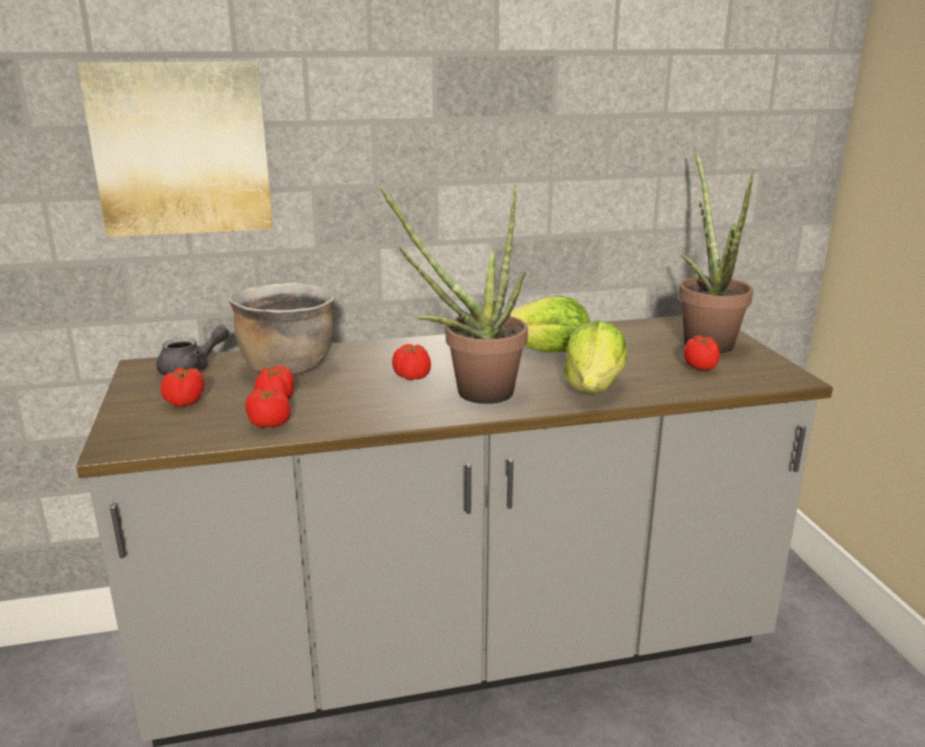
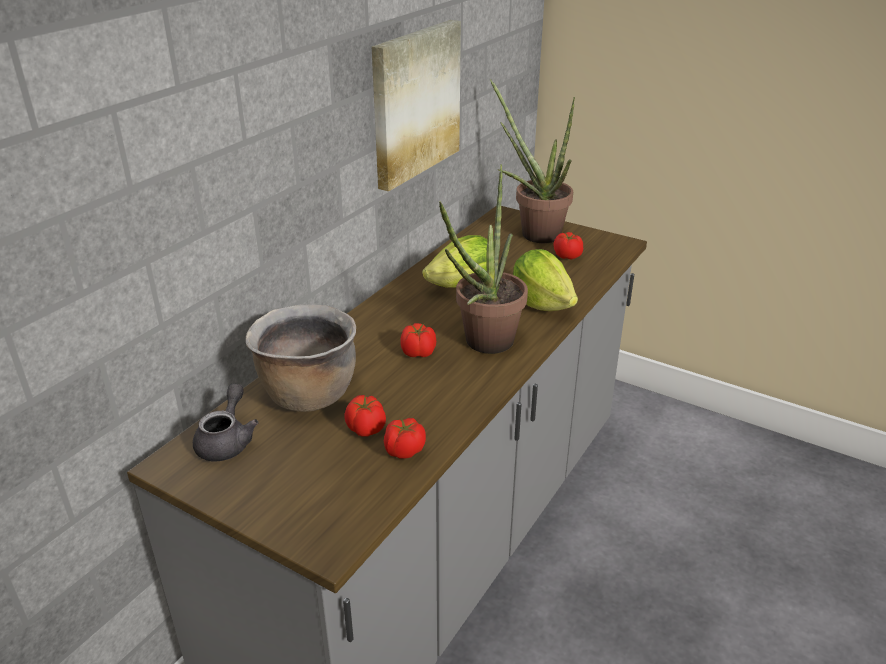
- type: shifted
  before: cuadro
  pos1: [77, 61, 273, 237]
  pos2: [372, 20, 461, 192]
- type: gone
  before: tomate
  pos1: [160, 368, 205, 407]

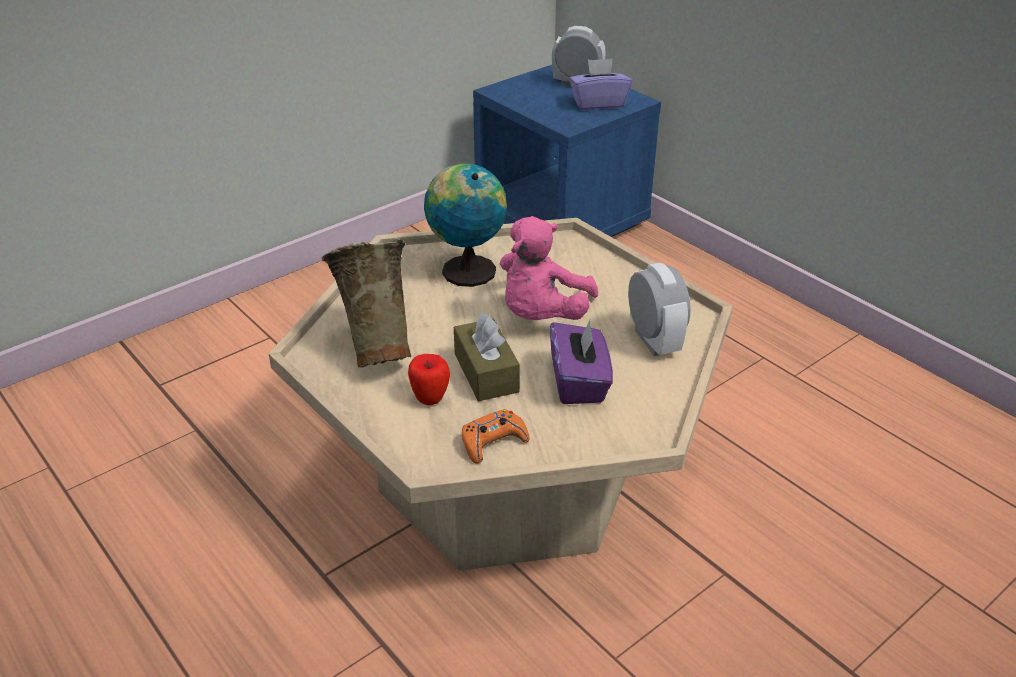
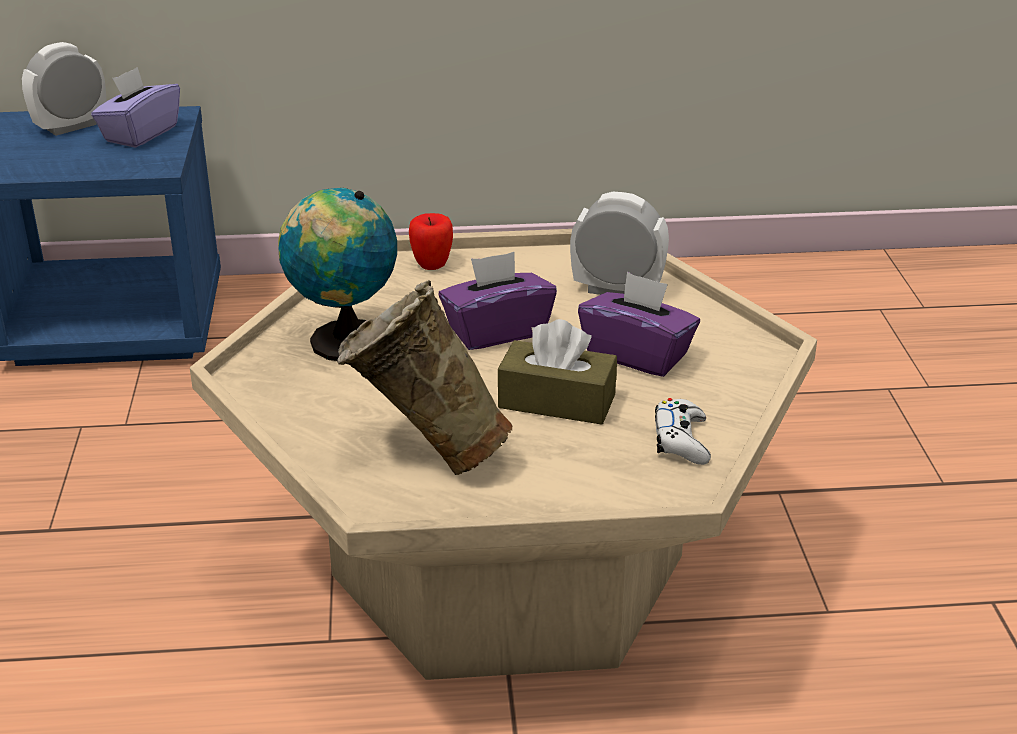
- type: shifted
  before: manzana
  pos1: [408, 354, 450, 405]
  pos2: [409, 213, 453, 270]
- type: repainted
  before: mando de consola [naranja]
  after: mando de consola [blanco]
  pos1: [462, 409, 530, 464]
  pos2: [655, 398, 711, 465]
- type: swapped
  before: peluche [rosa]
  after: caja de pañuelos [morado]
  pos1: [500, 216, 598, 320]
  pos2: [438, 252, 557, 350]

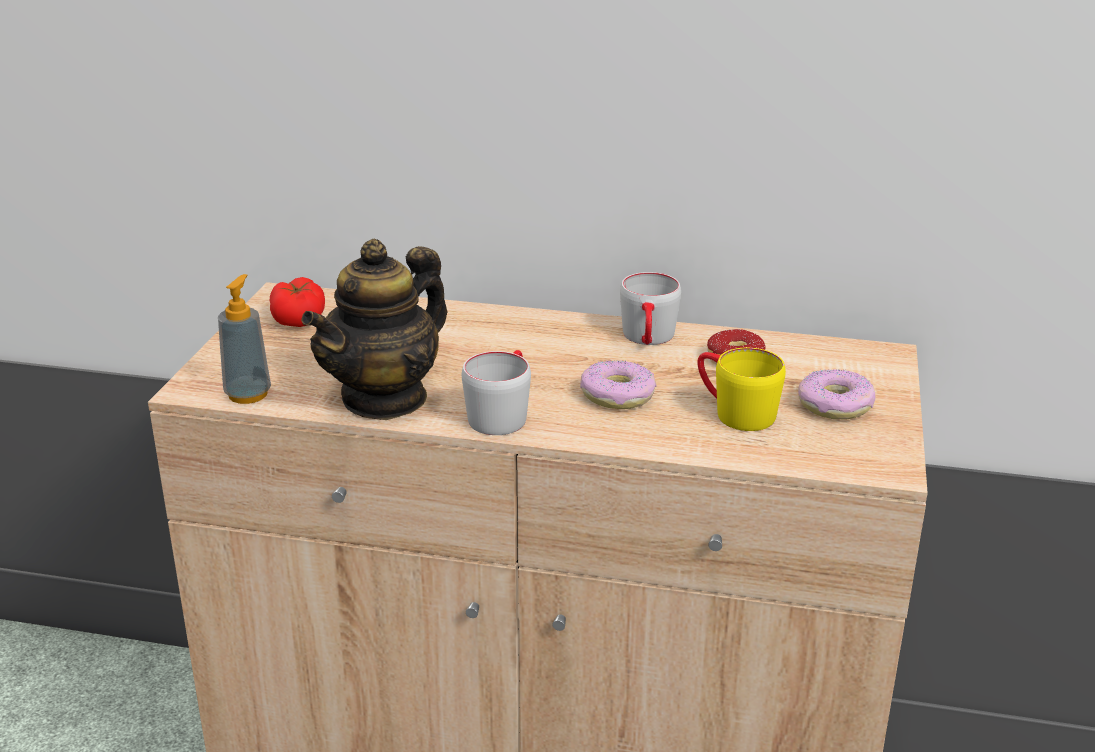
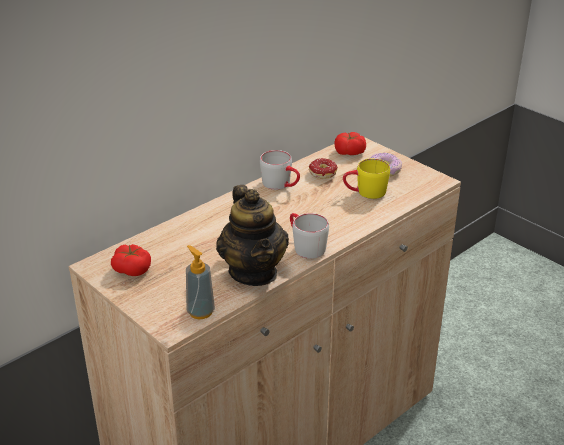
- type: gone
  before: rosquilla
  pos1: [580, 360, 656, 409]
- type: new
  after: tomate
  pos2: [334, 132, 366, 155]

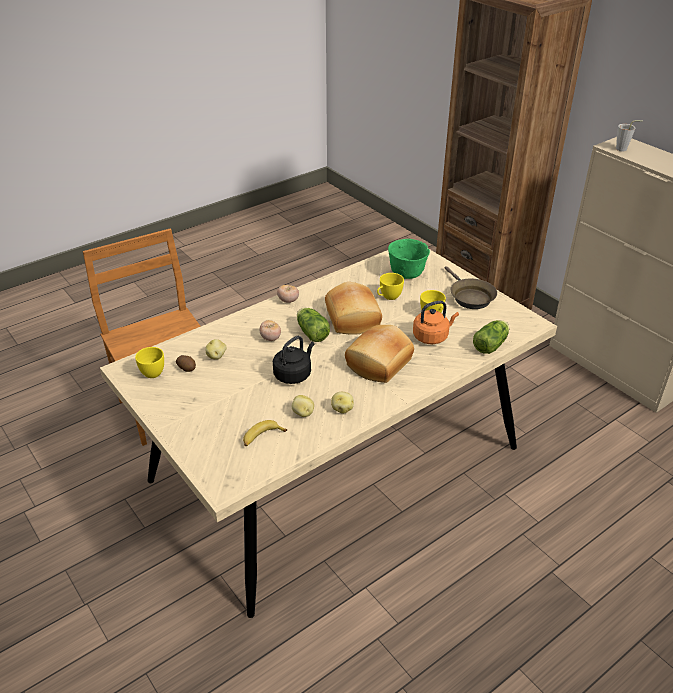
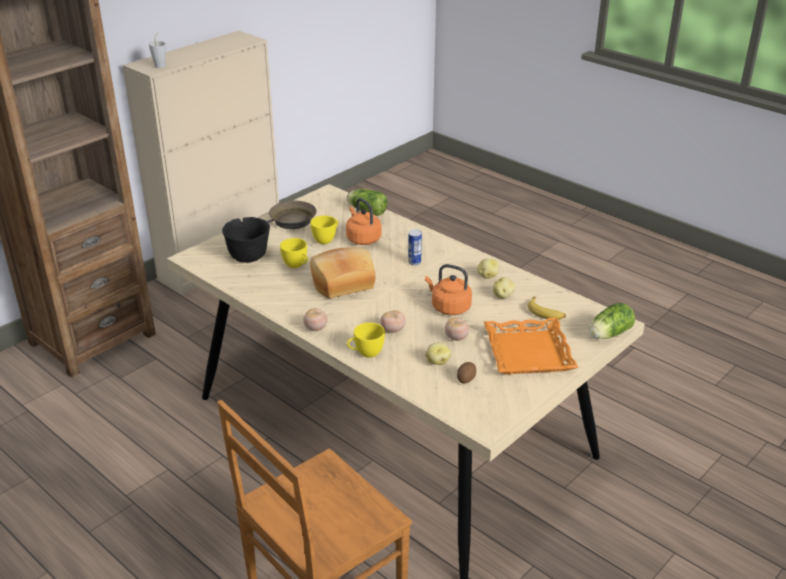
- type: shifted
  before: taza [amarillo]
  pos1: [135, 347, 164, 378]
  pos2: [347, 322, 385, 358]
- type: repainted
  before: hervidor [negro]
  after: hervidor [naranja]
  pos1: [273, 336, 315, 384]
  pos2: [425, 264, 472, 315]
- type: shifted
  before: lechuga
  pos1: [297, 307, 330, 342]
  pos2: [589, 303, 635, 339]
- type: swapped
  before: pan
  after: lata
  pos1: [345, 325, 414, 383]
  pos2: [408, 229, 422, 266]
- type: repainted
  before: cuenco [verde]
  after: cuenco [negro]
  pos1: [388, 239, 430, 279]
  pos2: [222, 217, 270, 263]
- type: new
  after: tomate
  pos2: [445, 317, 469, 341]
- type: new
  after: bandeja [naranja]
  pos2: [484, 318, 578, 374]

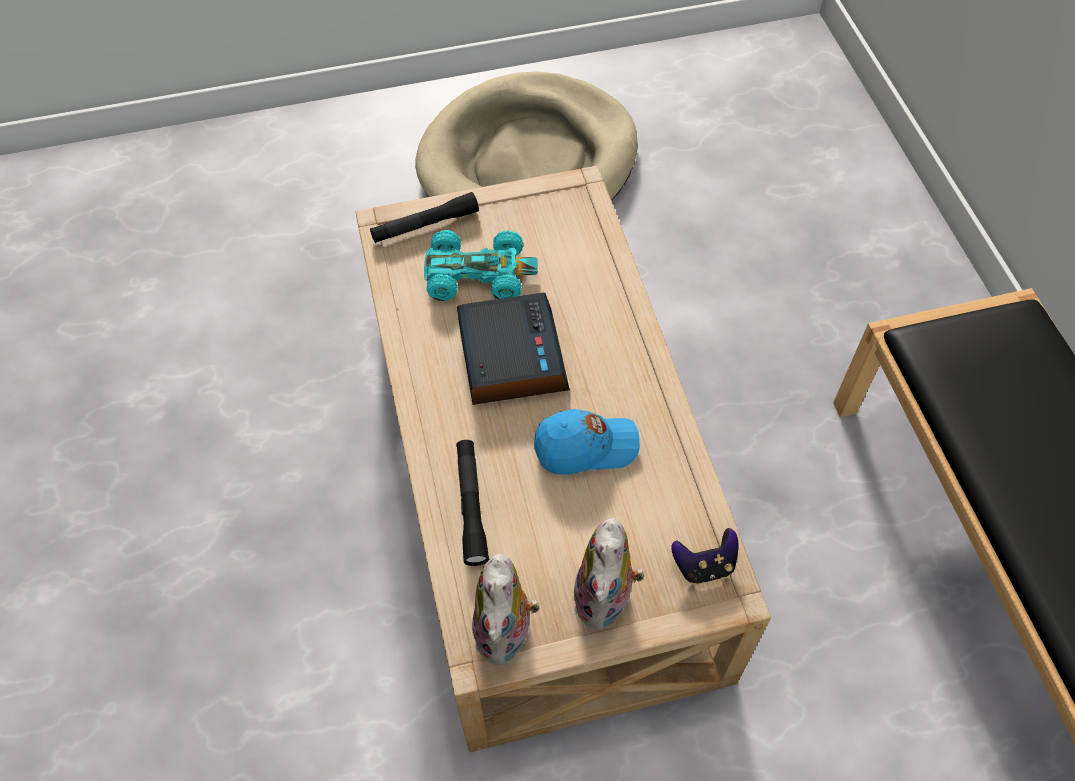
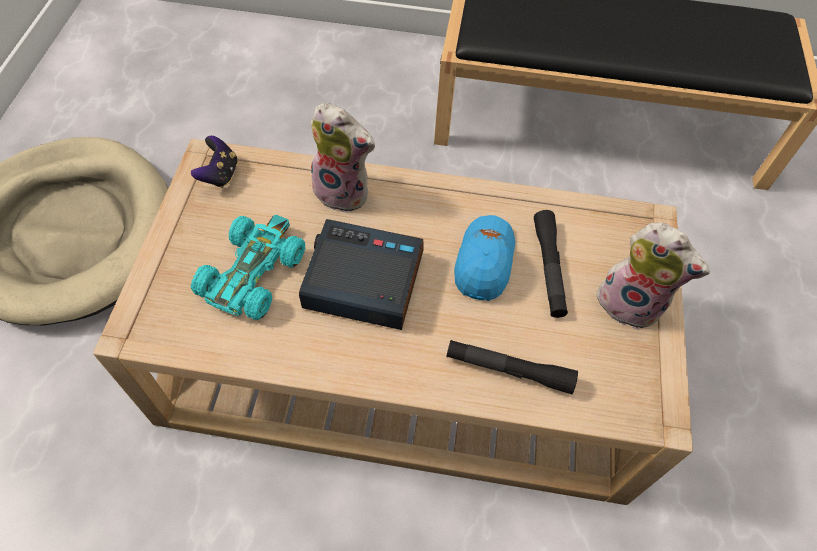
- type: shifted
  before: linterna [negro]
  pos1: [370, 192, 479, 243]
  pos2: [534, 210, 568, 318]
- type: shifted
  before: peluche
  pos1: [472, 553, 540, 665]
  pos2: [311, 103, 375, 213]
- type: shifted
  before: mando de consola
  pos1: [671, 528, 738, 585]
  pos2: [191, 136, 238, 188]

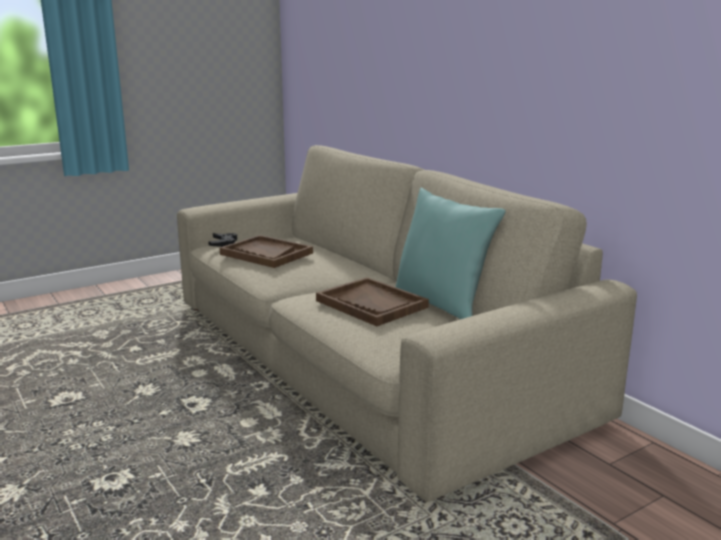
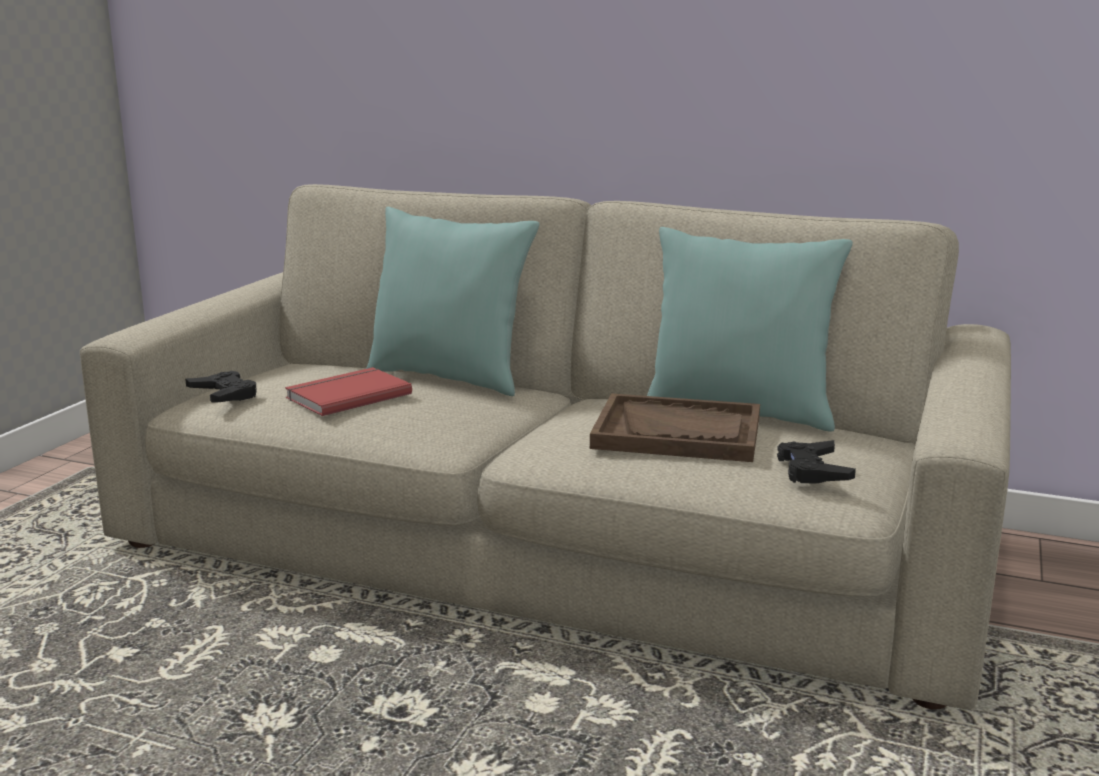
- type: swapped
  before: bandeja [marrón]
  after: libro [rojo]
  pos1: [220, 235, 313, 268]
  pos2: [285, 367, 412, 416]
- type: new
  after: cojín [turquesa]
  pos2: [366, 207, 540, 396]
- type: new
  after: mando de consola [negro]
  pos2: [777, 440, 856, 483]

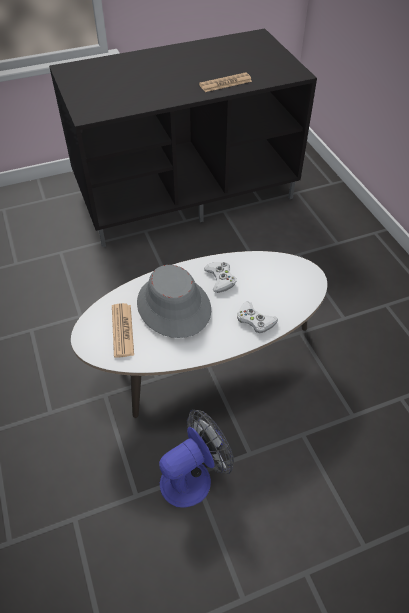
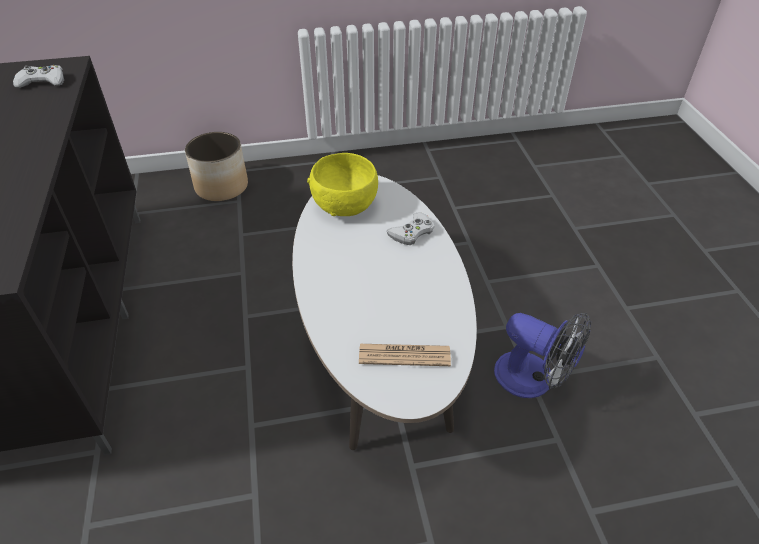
- type: gone
  before: sombrero [gris]
  pos1: [137, 265, 211, 338]
- type: rotated
  before: ventilador
  pos1: [159, 409, 234, 508]
  pos2: [494, 313, 591, 398]
  turn: 150
- type: gone
  before: periódico
  pos1: [199, 72, 252, 92]
- type: shifted
  before: mando de consola [blanco]
  pos1: [204, 262, 236, 293]
  pos2: [13, 65, 64, 88]
- type: new
  after: maceta
  pos2: [185, 132, 248, 201]
- type: new
  after: cuenco [amarillo]
  pos2: [307, 153, 378, 216]

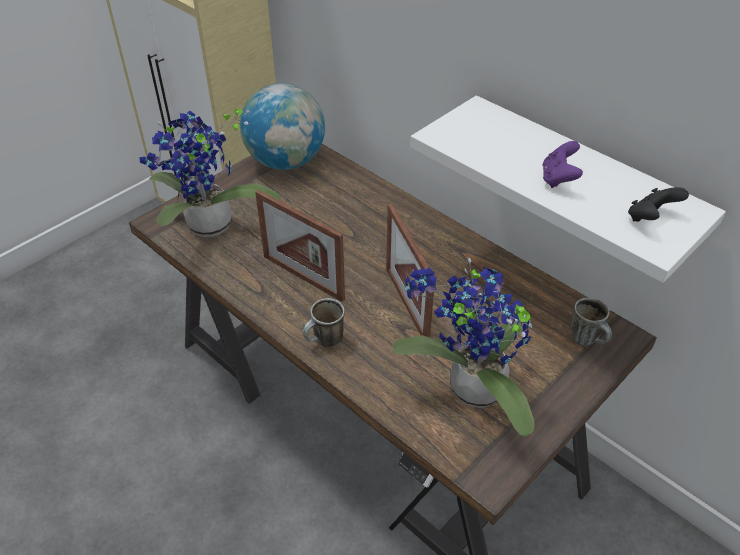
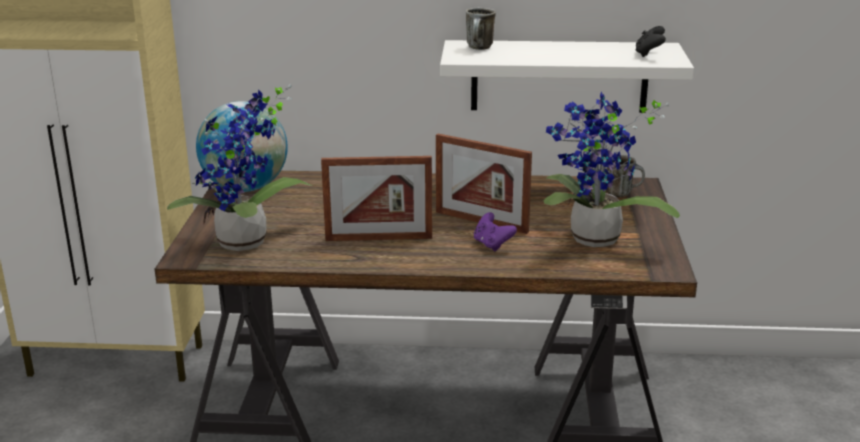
- type: shifted
  before: taza grande
  pos1: [303, 298, 345, 347]
  pos2: [466, 8, 496, 50]
- type: shifted
  before: mando de consola [morado]
  pos1: [542, 141, 583, 188]
  pos2: [474, 212, 517, 251]

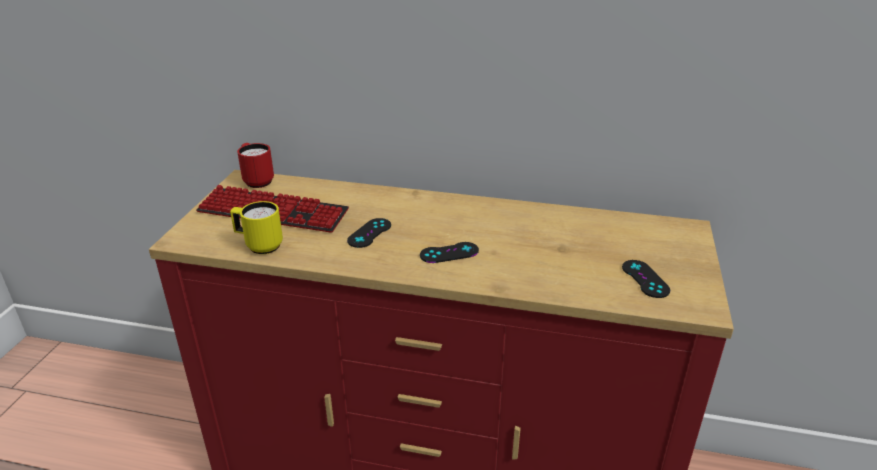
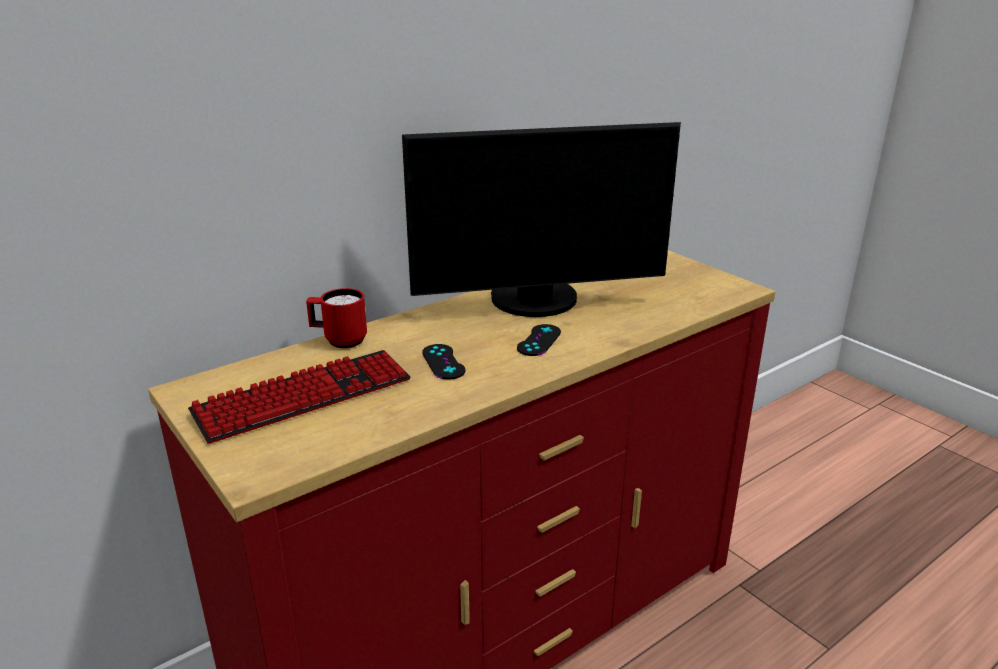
- type: gone
  before: taza grande [amarillo]
  pos1: [230, 201, 283, 254]
- type: shifted
  before: taza grande [rojo]
  pos1: [237, 143, 274, 188]
  pos2: [306, 288, 367, 348]
- type: gone
  before: mando de consola [negro]
  pos1: [622, 260, 670, 298]
- type: new
  after: monitor
  pos2: [402, 122, 681, 317]

